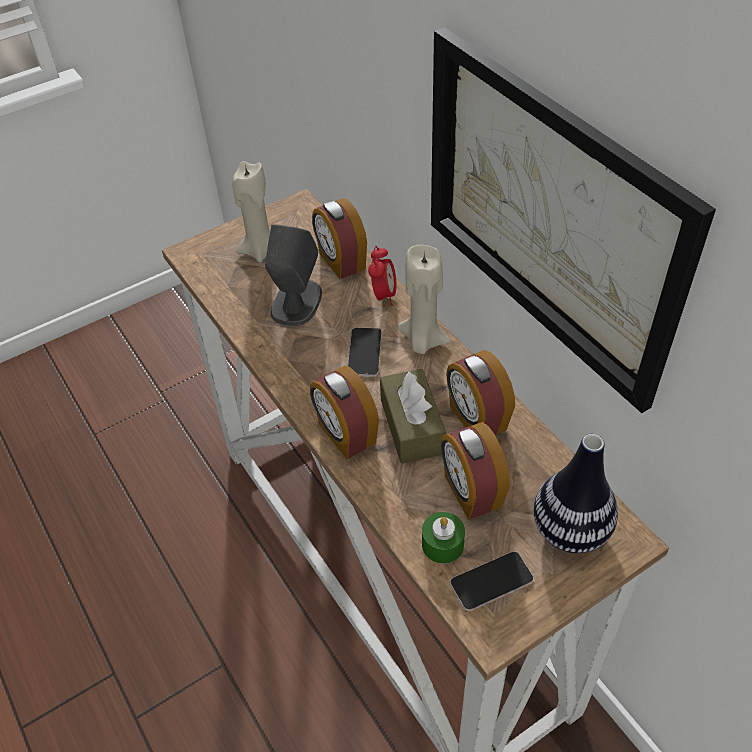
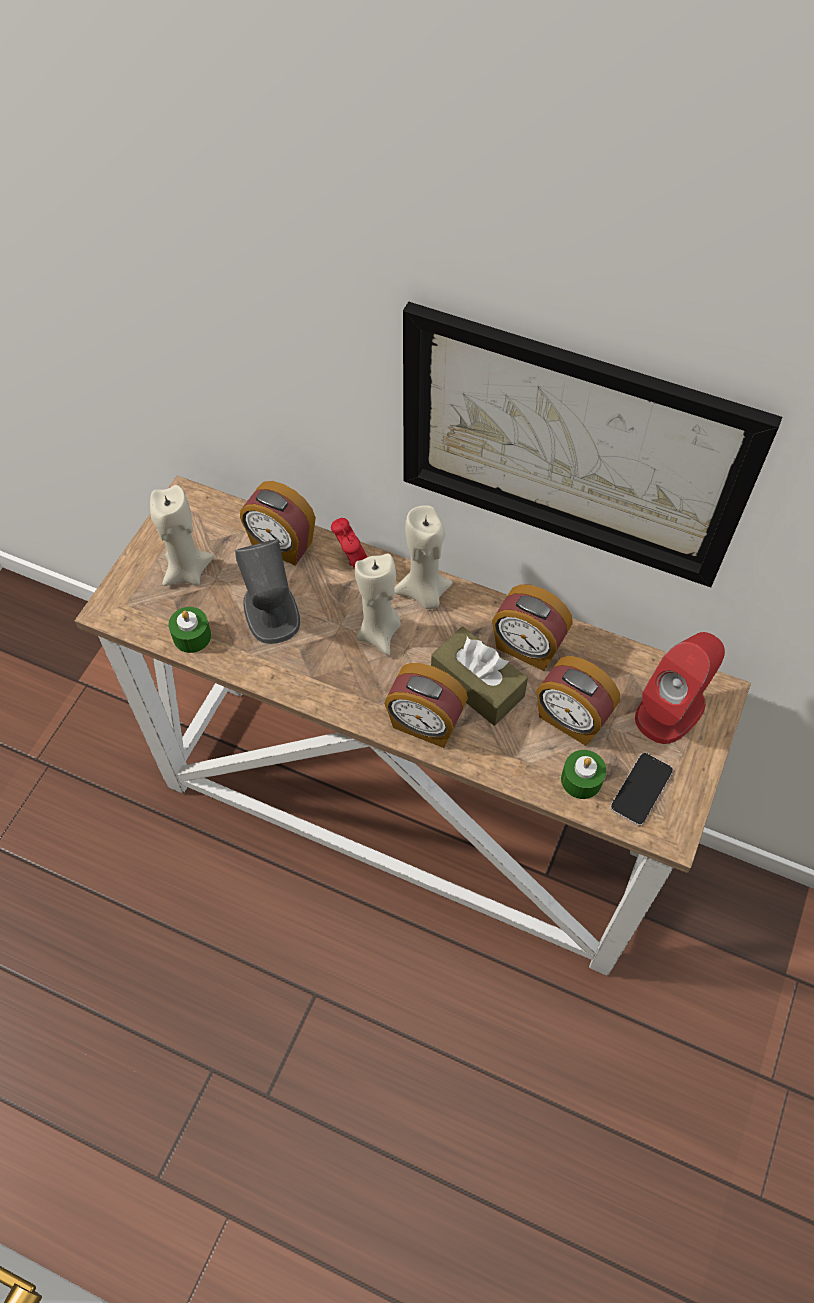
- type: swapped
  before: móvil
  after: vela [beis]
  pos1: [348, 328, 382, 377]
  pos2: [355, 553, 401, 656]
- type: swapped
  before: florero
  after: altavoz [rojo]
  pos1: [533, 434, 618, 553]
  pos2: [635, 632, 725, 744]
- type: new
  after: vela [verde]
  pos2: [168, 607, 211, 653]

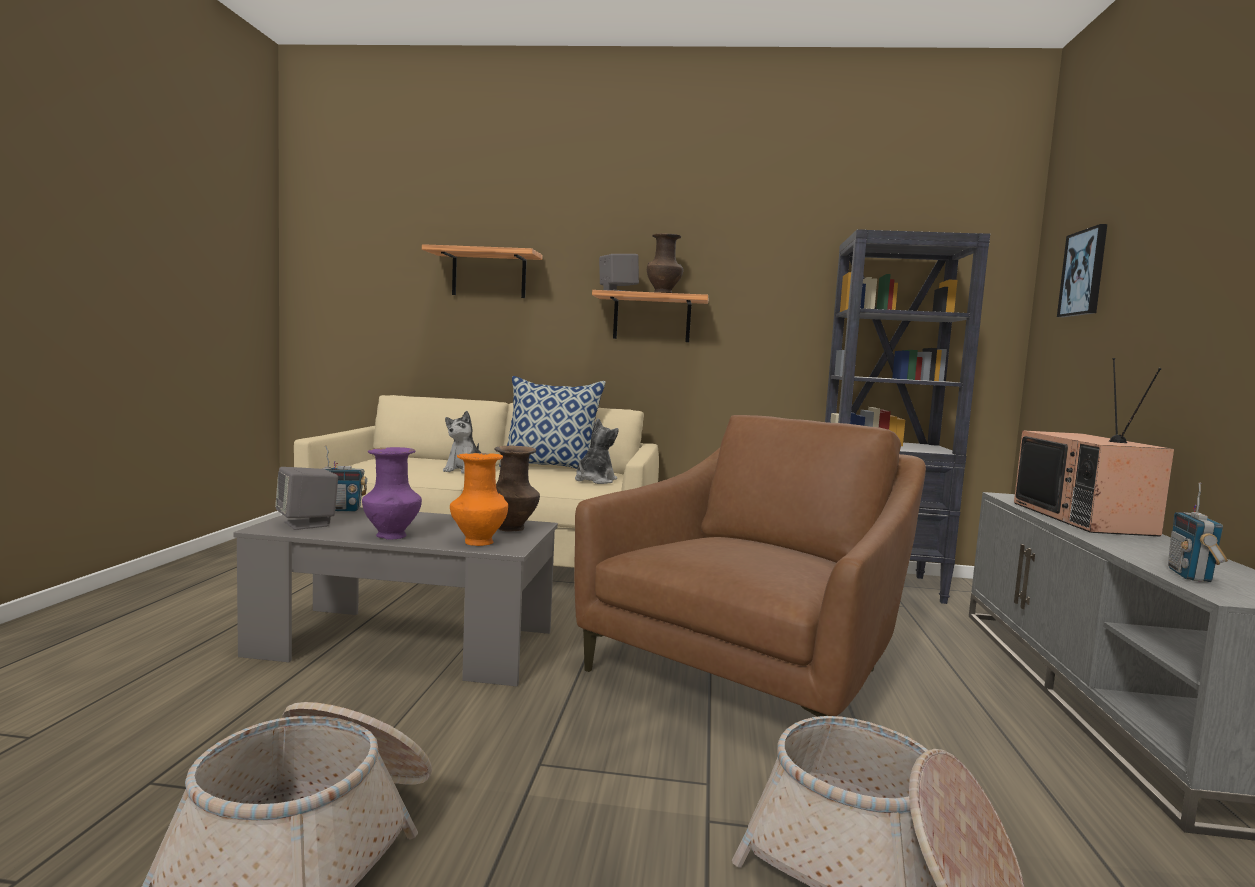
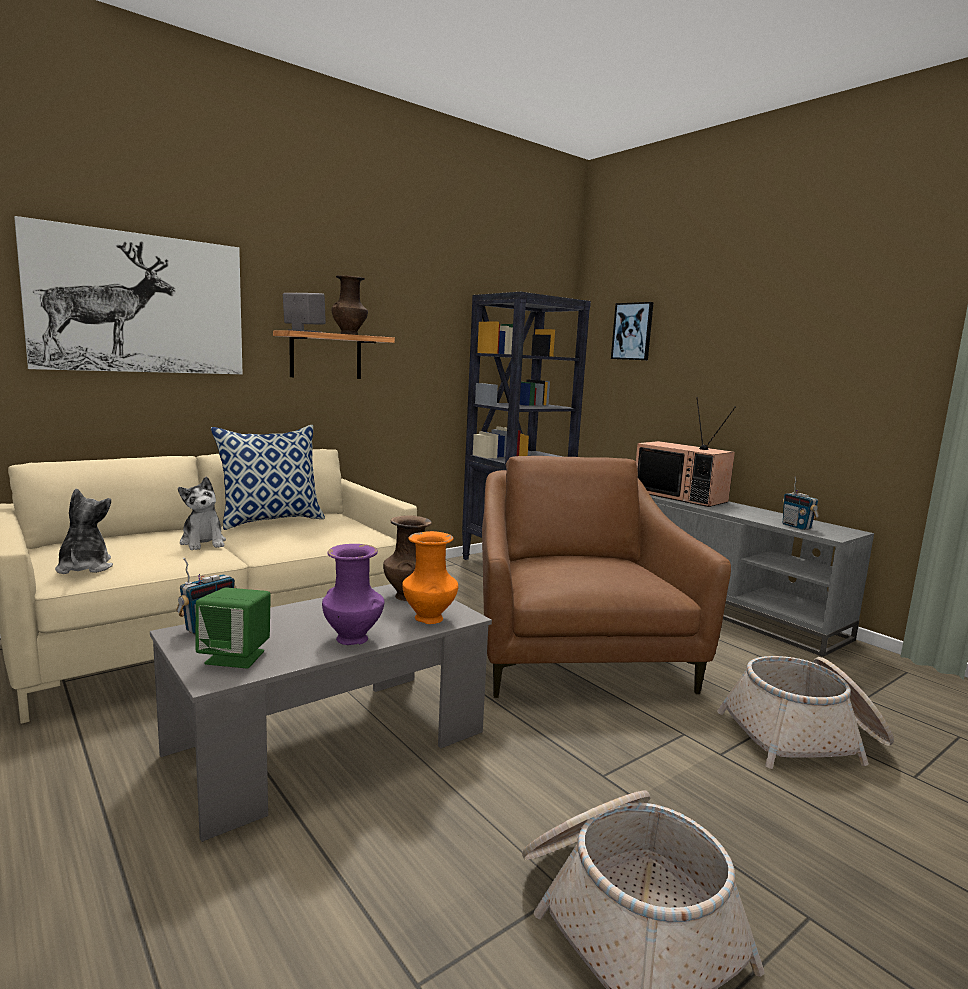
- type: repainted
  before: altavoz [gris]
  after: altavoz [verde]
  pos1: [275, 467, 338, 530]
  pos2: [195, 587, 271, 669]
- type: swapped
  before: estante
  after: cuadro
  pos1: [422, 244, 543, 298]
  pos2: [14, 216, 243, 374]
- type: shifted
  before: peluche
  pos1: [575, 418, 619, 484]
  pos2: [55, 489, 113, 574]

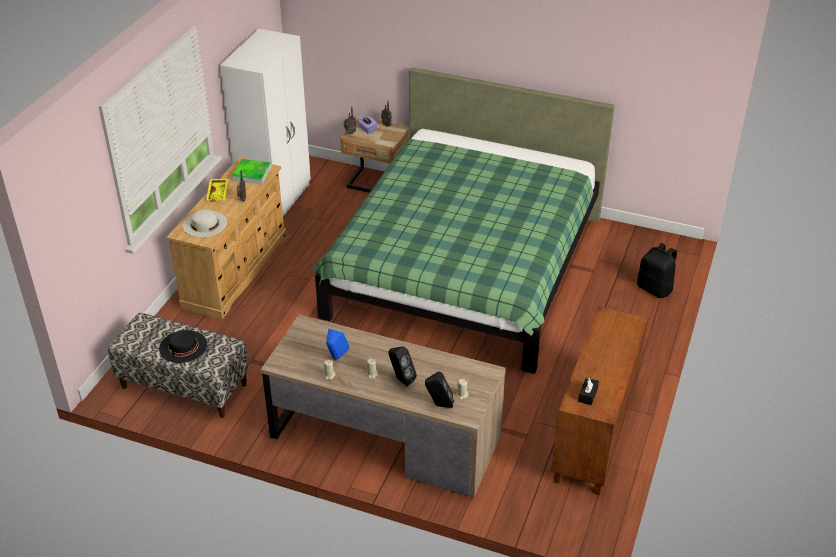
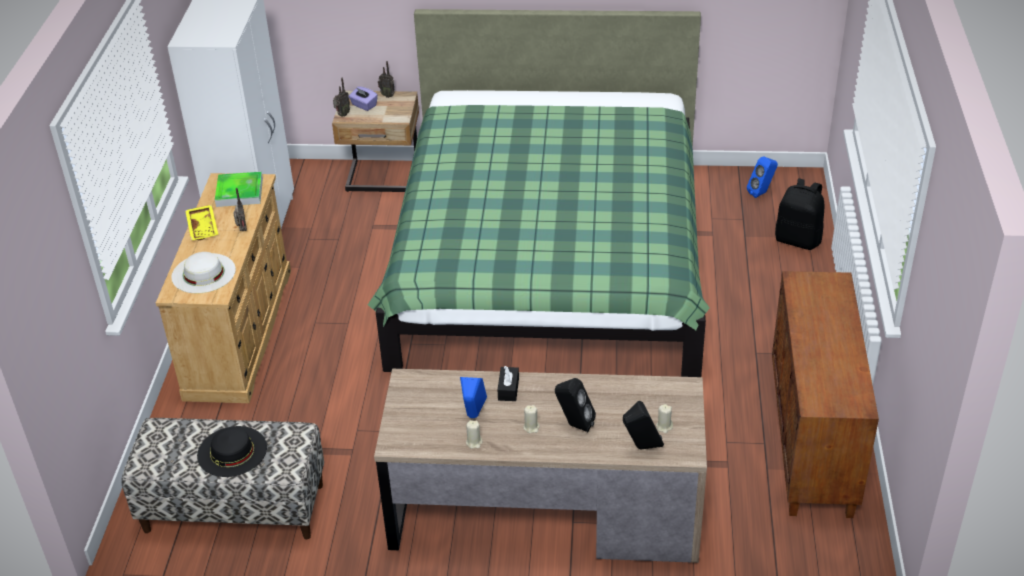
- type: shifted
  before: caja de pañuelos [negro]
  pos1: [578, 377, 599, 405]
  pos2: [498, 366, 519, 401]
- type: new
  after: altavoz [azul]
  pos2: [747, 156, 778, 198]

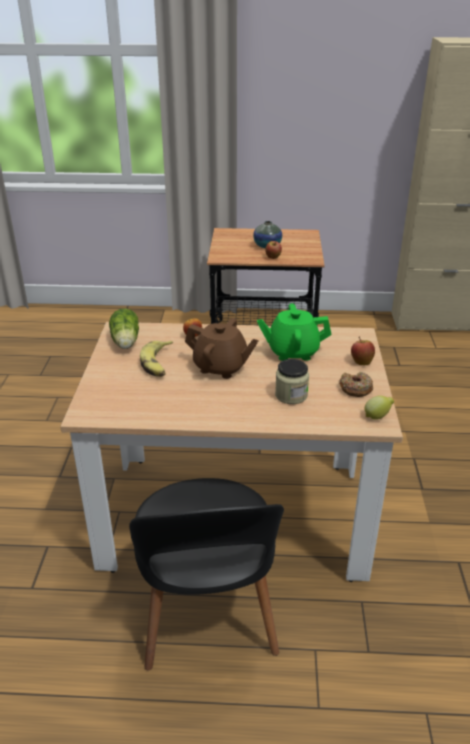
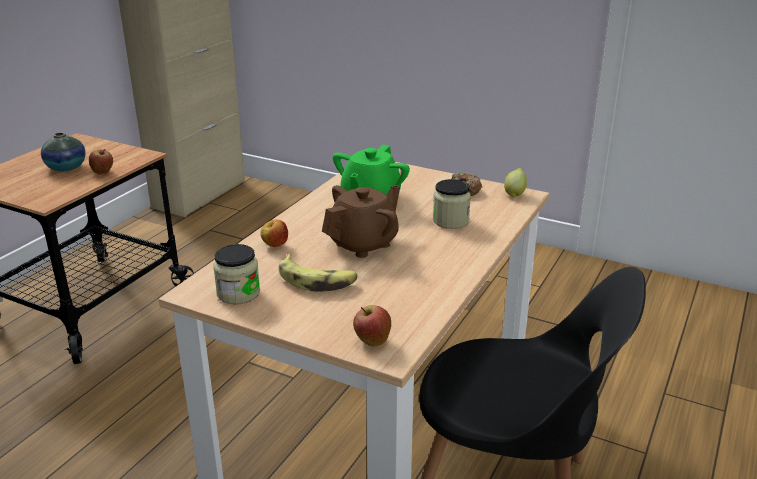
- type: swapped
  before: lechuga
  after: tarro
  pos1: [109, 309, 139, 349]
  pos2: [213, 244, 260, 304]
- type: shifted
  before: manzana
  pos1: [351, 336, 375, 365]
  pos2: [353, 305, 391, 347]

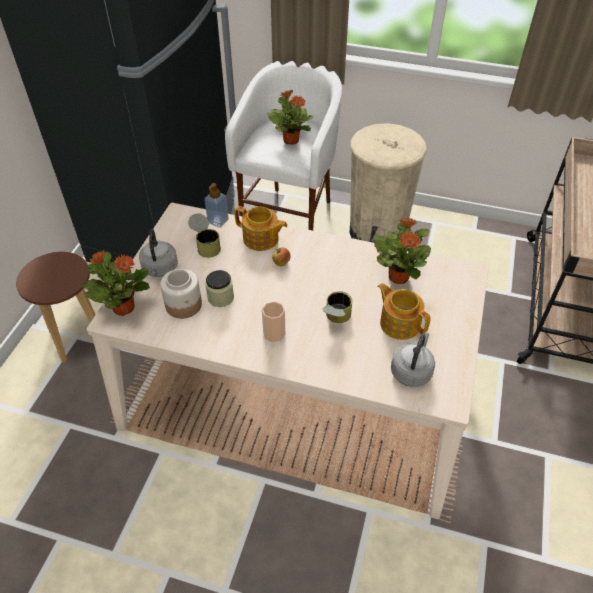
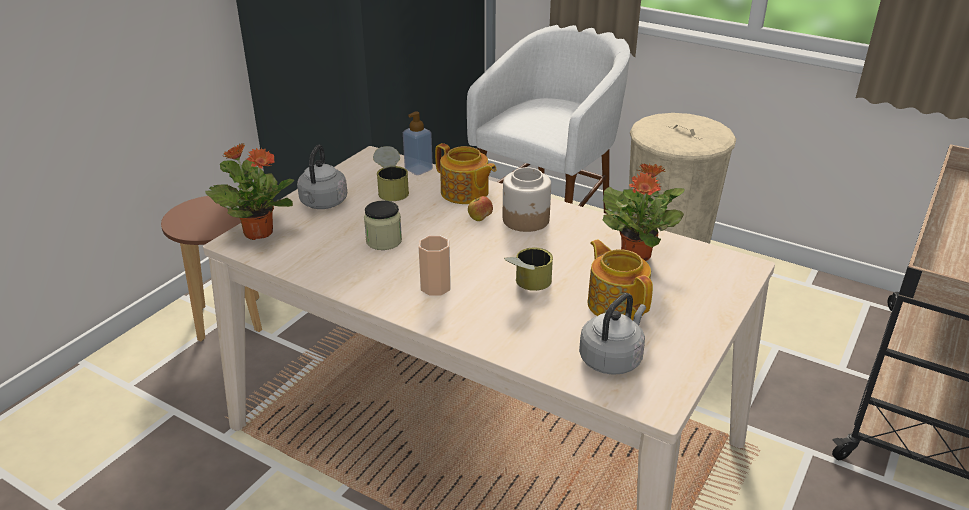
- type: shifted
  before: tarro
  pos1: [160, 269, 202, 319]
  pos2: [503, 167, 551, 232]
- type: gone
  before: planta en maceta
  pos1: [267, 90, 313, 145]

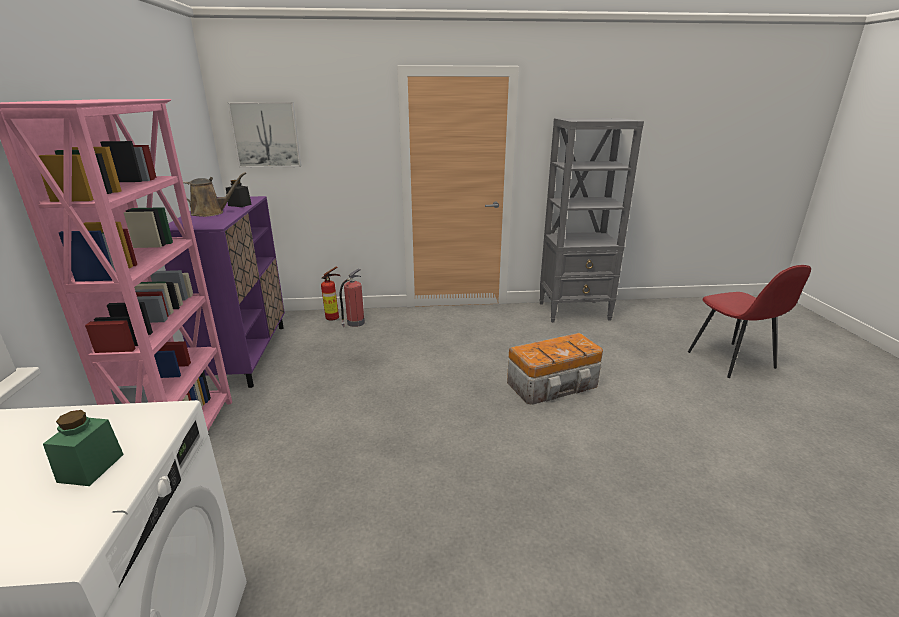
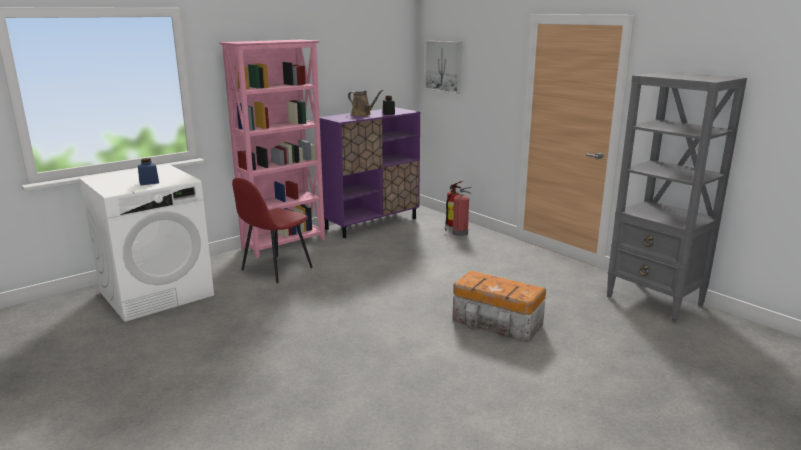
- type: repainted
  before: tarro [verde]
  after: tarro [azul]
  pos1: [43, 410, 124, 486]
  pos2: [138, 158, 159, 185]
- type: shifted
  before: silla [rojo]
  pos1: [688, 265, 811, 378]
  pos2: [232, 178, 313, 283]

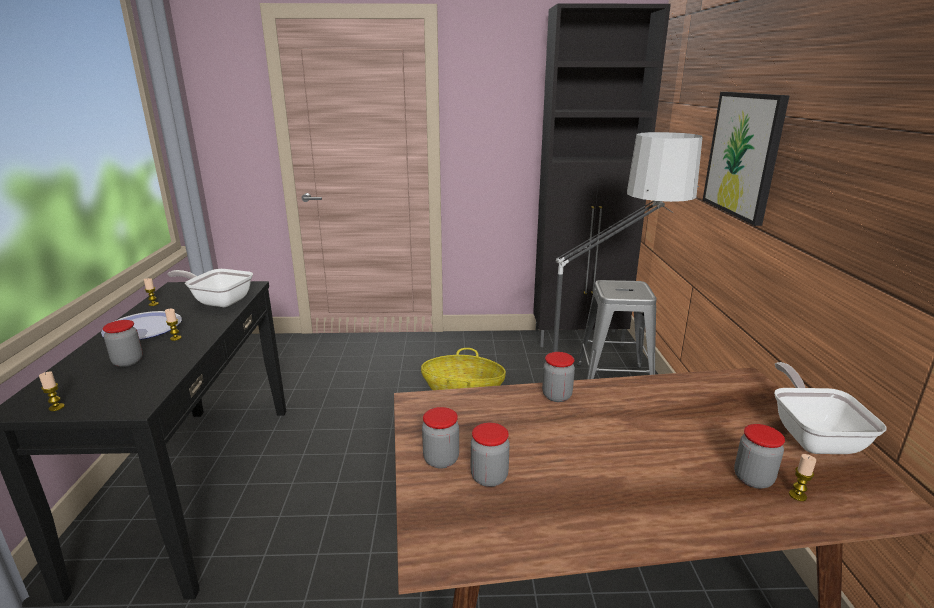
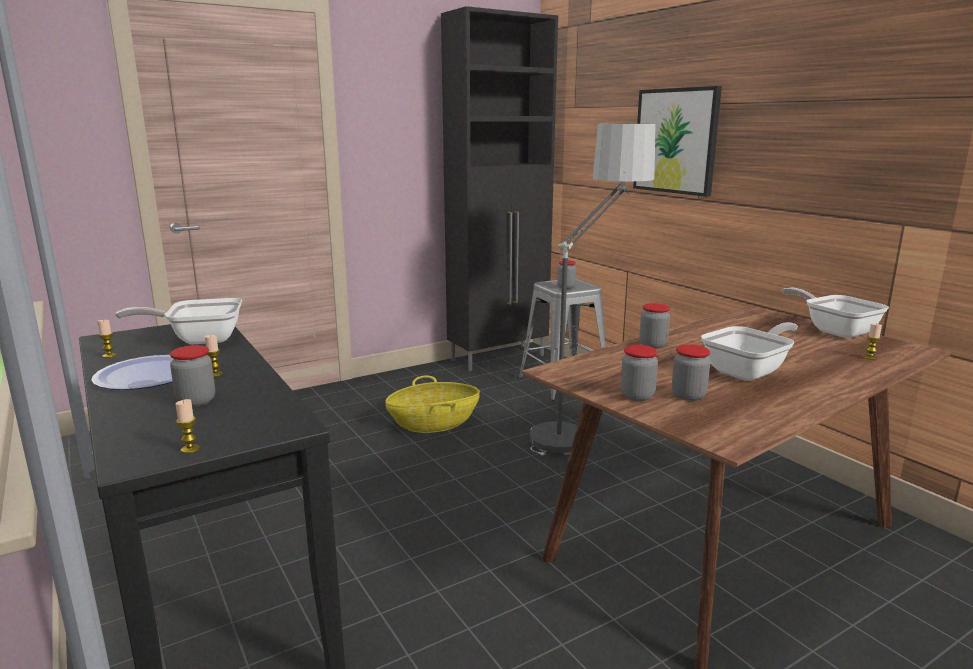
- type: shifted
  before: tarro
  pos1: [734, 424, 785, 489]
  pos2: [557, 260, 576, 289]
- type: new
  after: sartén
  pos2: [701, 322, 798, 381]

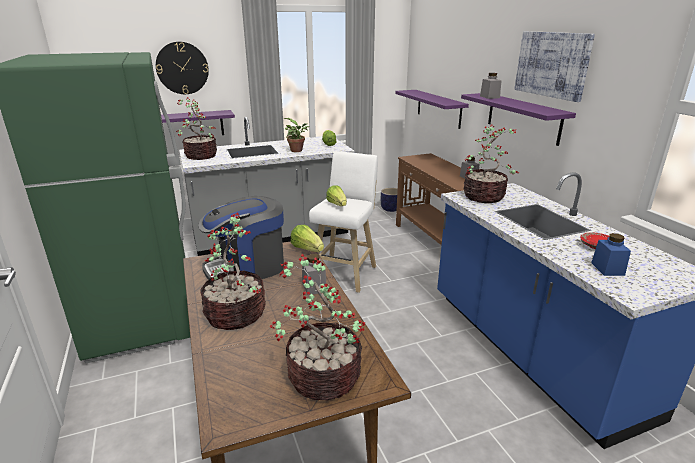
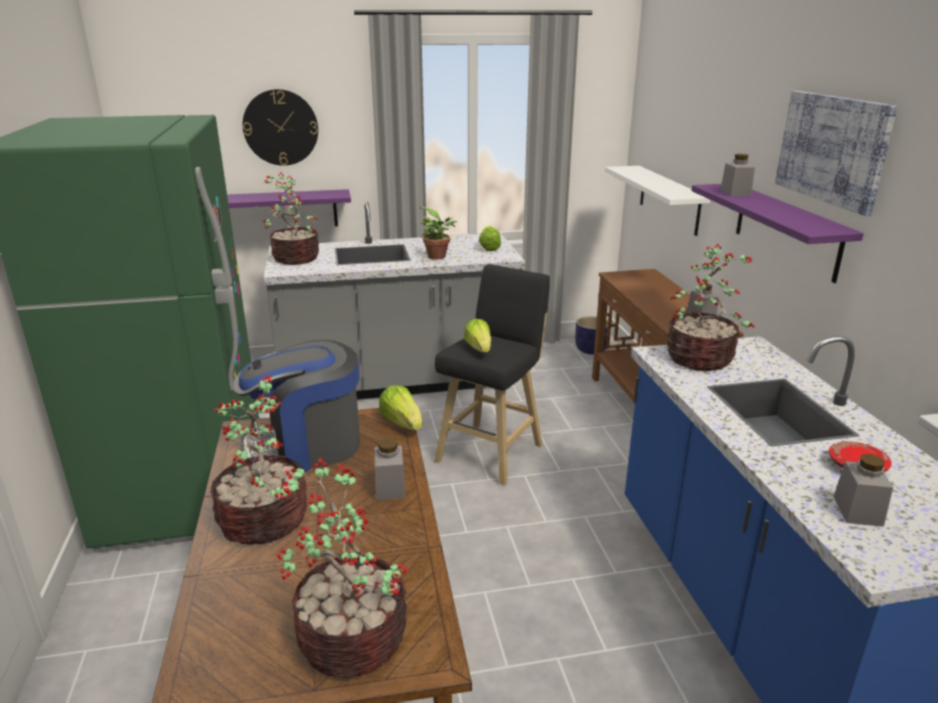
- type: repainted
  before: taburete [blanco]
  after: taburete [negro]
  pos1: [309, 151, 378, 293]
  pos2: [434, 264, 550, 486]
- type: repainted
  before: estante [morado]
  after: estante [blanco]
  pos1: [395, 90, 469, 129]
  pos2: [605, 166, 710, 236]
- type: repainted
  before: tarro [azul]
  after: tarro [gris]
  pos1: [591, 233, 631, 276]
  pos2: [834, 454, 893, 527]

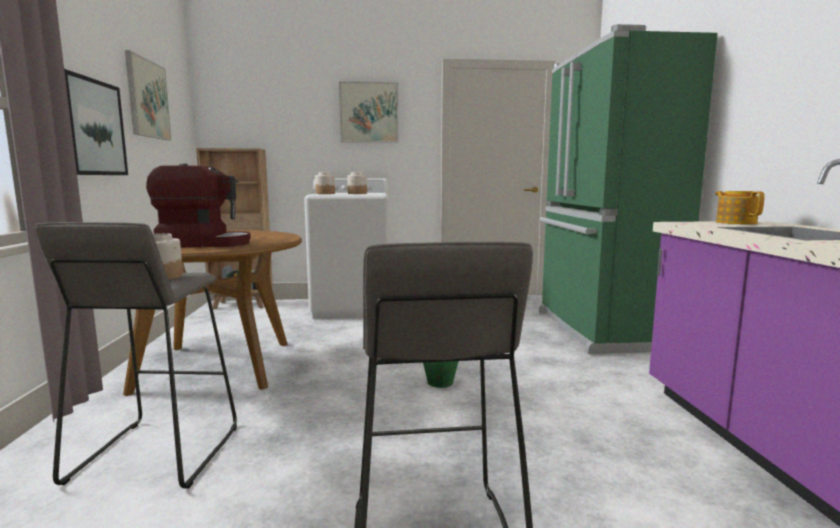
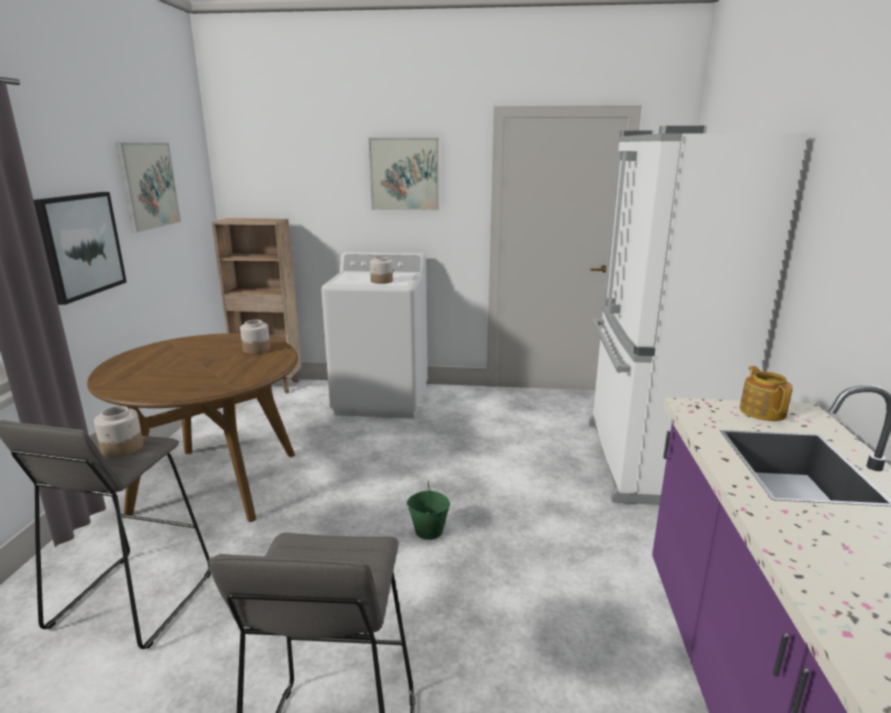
- type: gone
  before: cafetera
  pos1: [146, 164, 251, 247]
- type: shifted
  before: tarro
  pos1: [315, 172, 335, 194]
  pos2: [240, 320, 270, 354]
- type: repainted
  before: nevera [verde]
  after: nevera [blanco]
  pos1: [539, 24, 717, 354]
  pos2: [589, 126, 807, 505]

